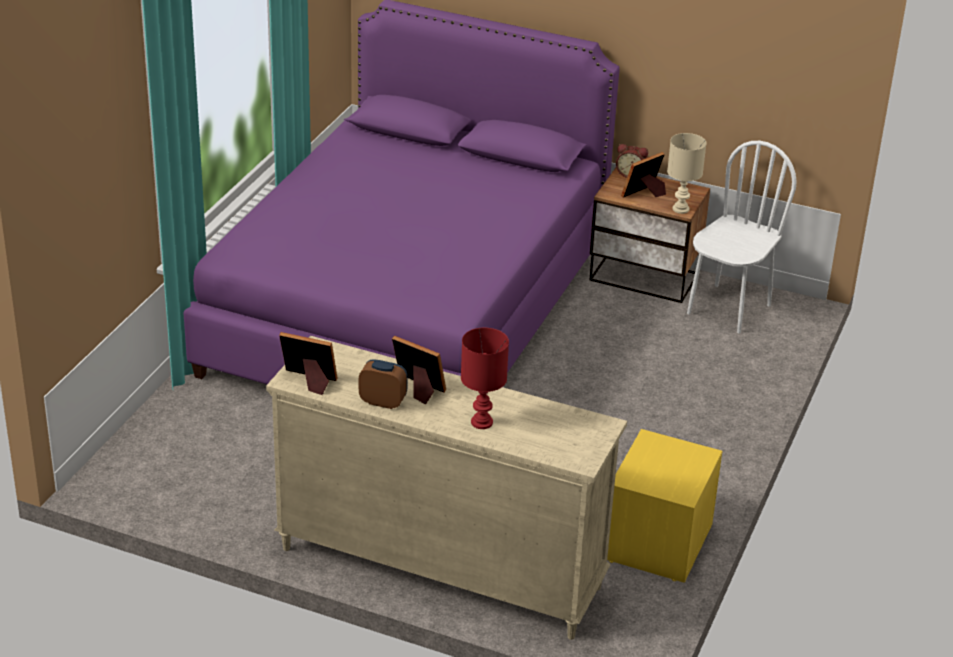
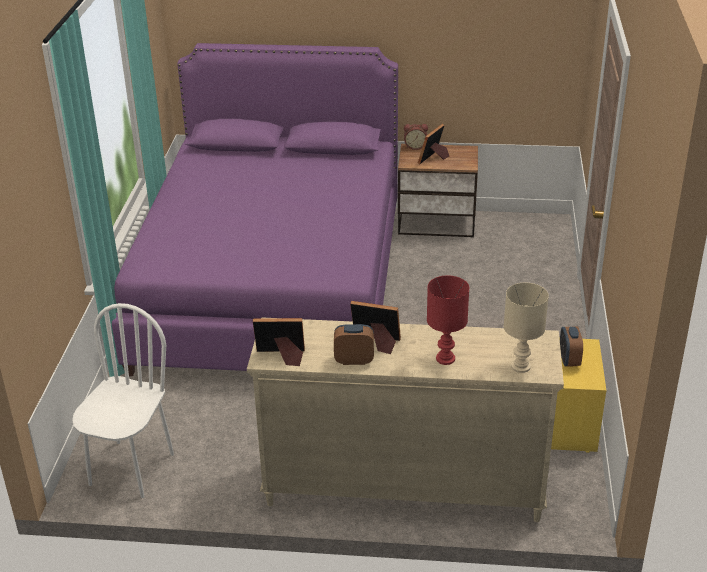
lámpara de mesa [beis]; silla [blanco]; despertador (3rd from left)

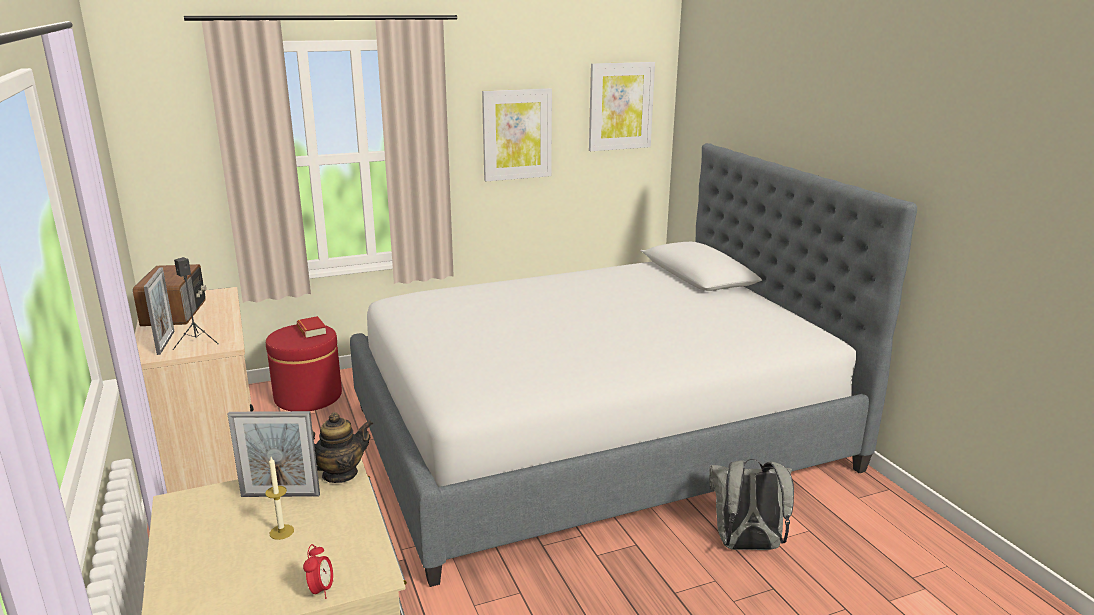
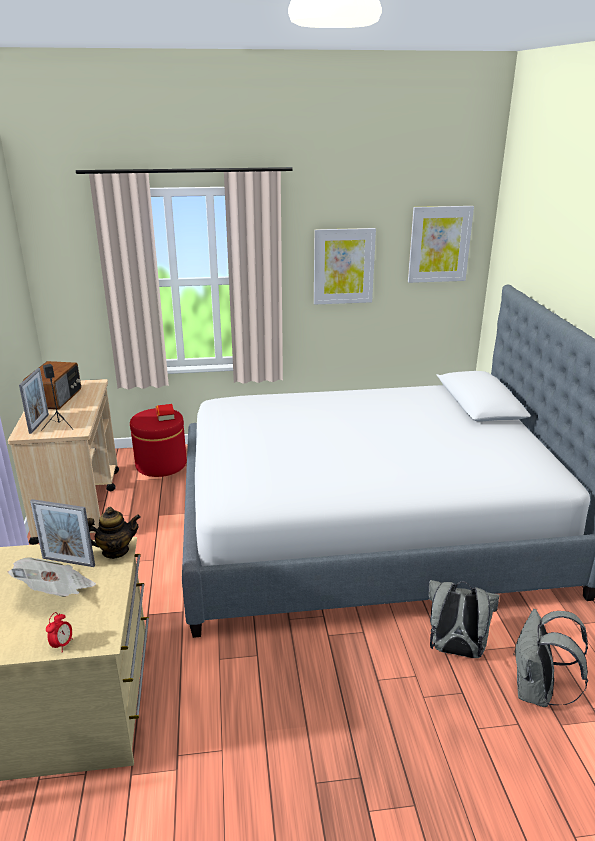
periódico; mochila [gris] (2nd from left)

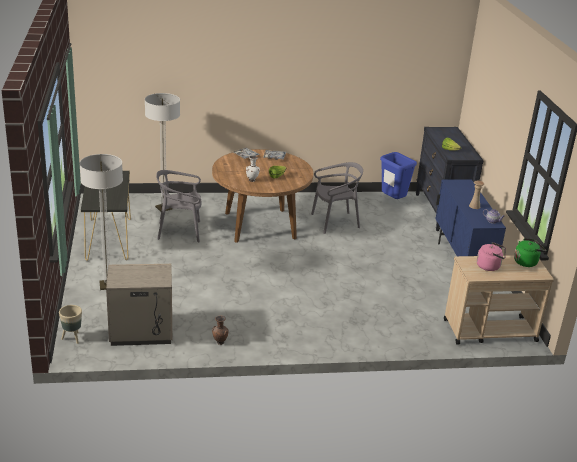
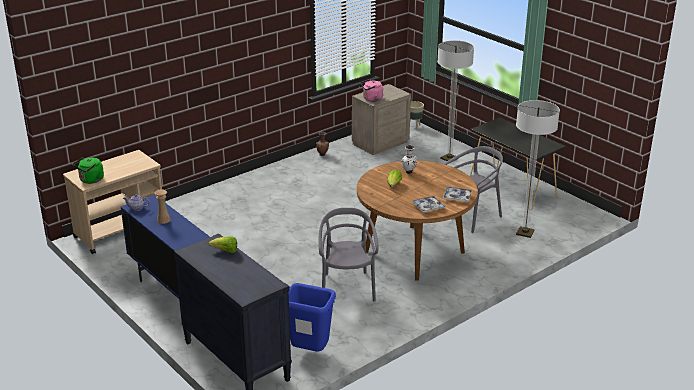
silla [gris] (1st from left); hervidor [rosa]

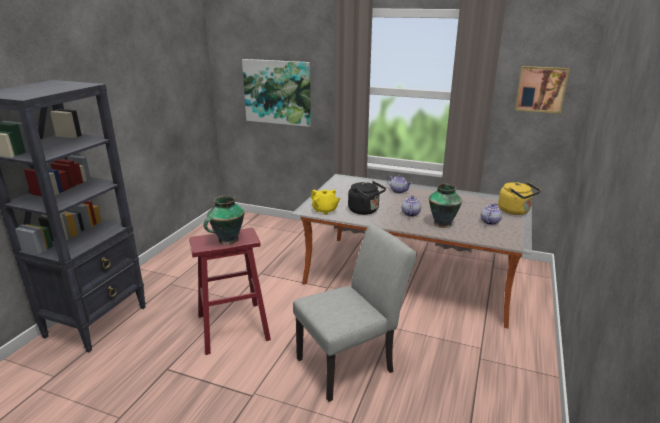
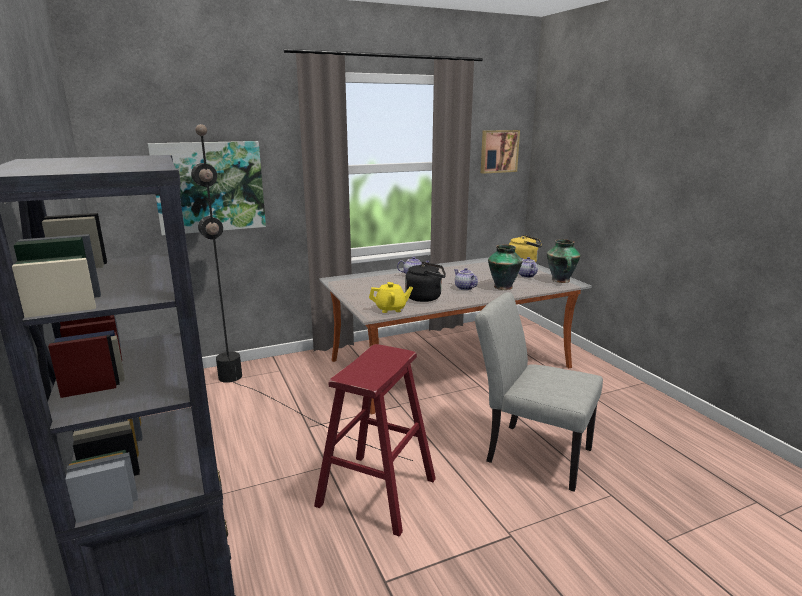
florero (2nd from left); silla [gris]; lámpara de pie [negro]

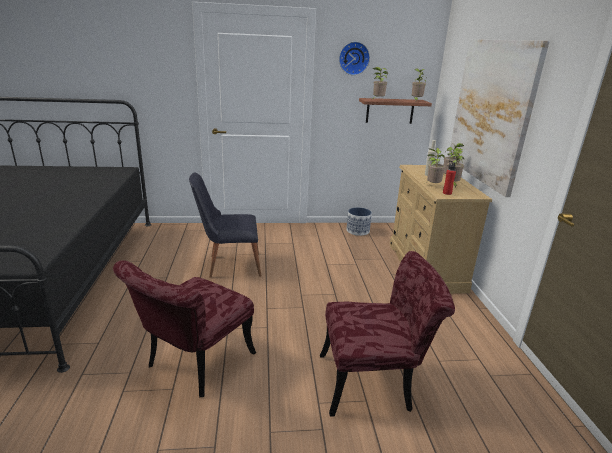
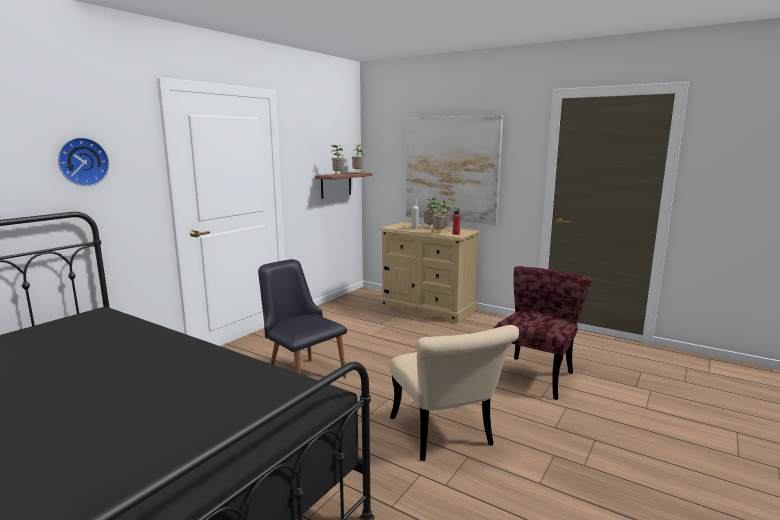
silla [beis]; silla [negro]; reloj de pared; maceta

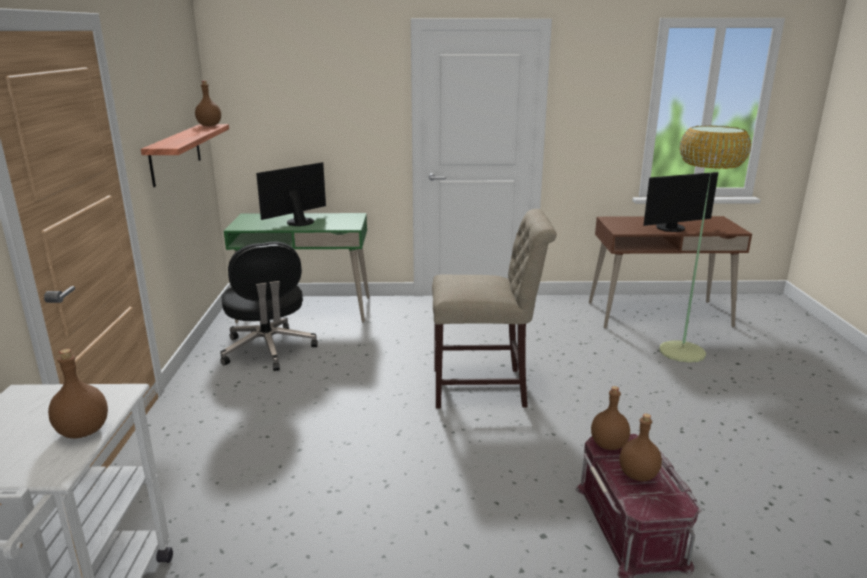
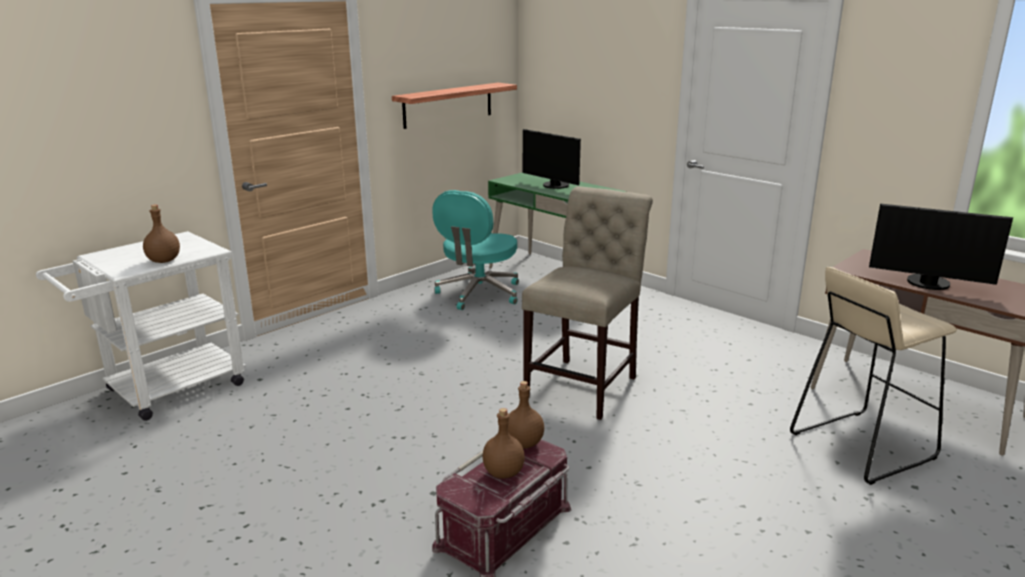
botella [marrón] (2nd from left in the first image); silla de oficina [turquesa]; monitor (1st from left); silla [beis]; taburete [beis]

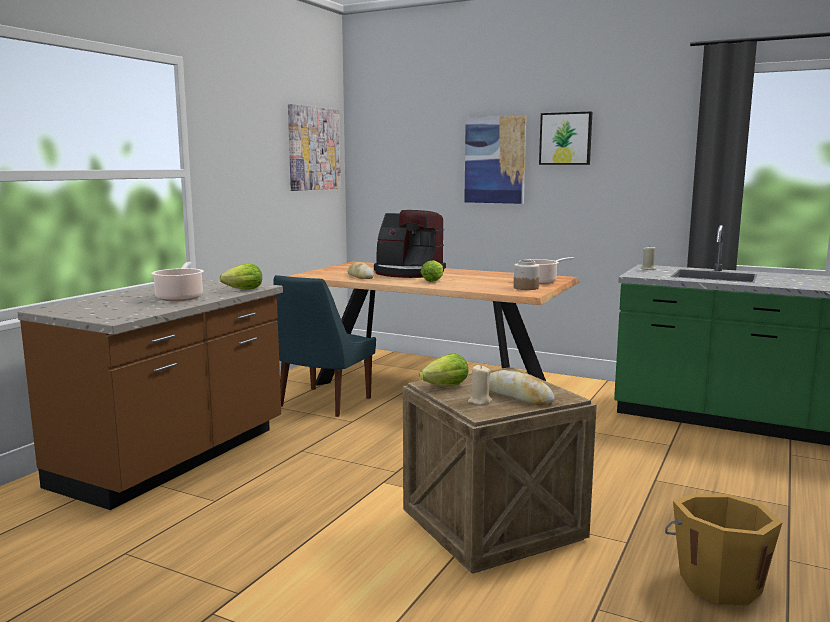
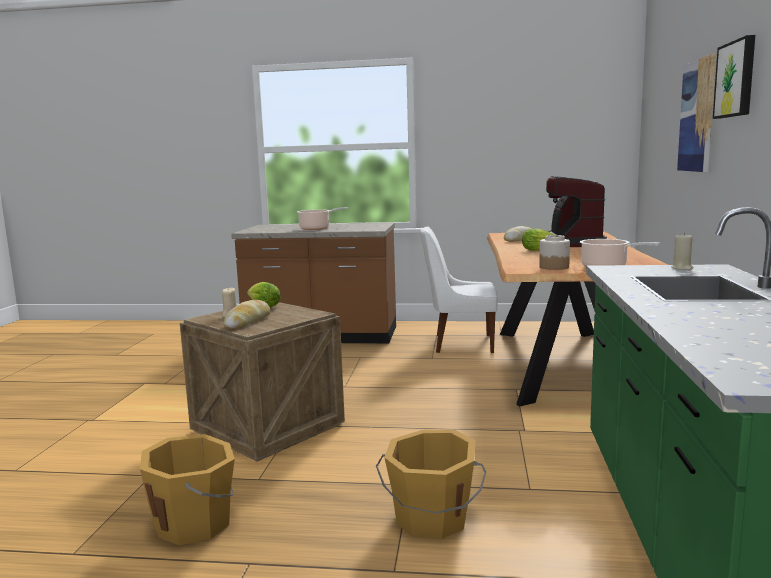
lechuga (1st from left in the first image); silla [blanco]; cuadro (1st from left in the first image); cubo [naranja] (2nd from left)

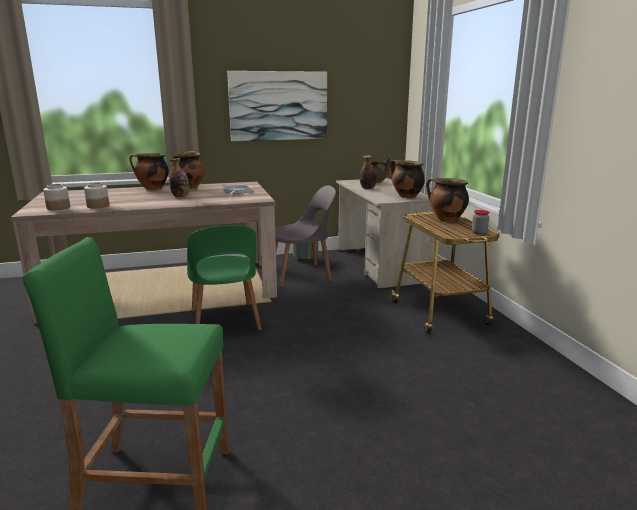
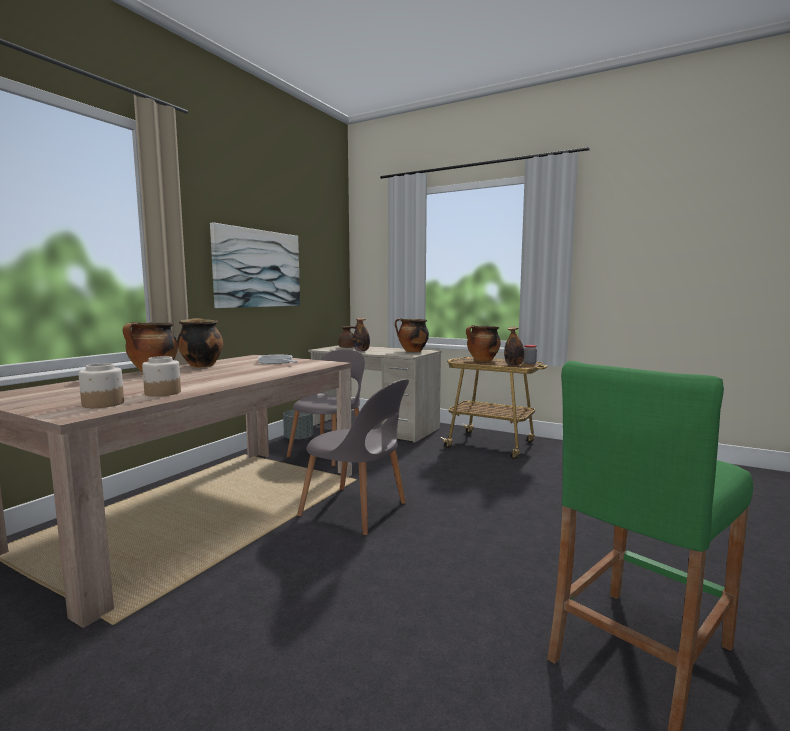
botella (2nd from left); silla [gris] (2nd from left)

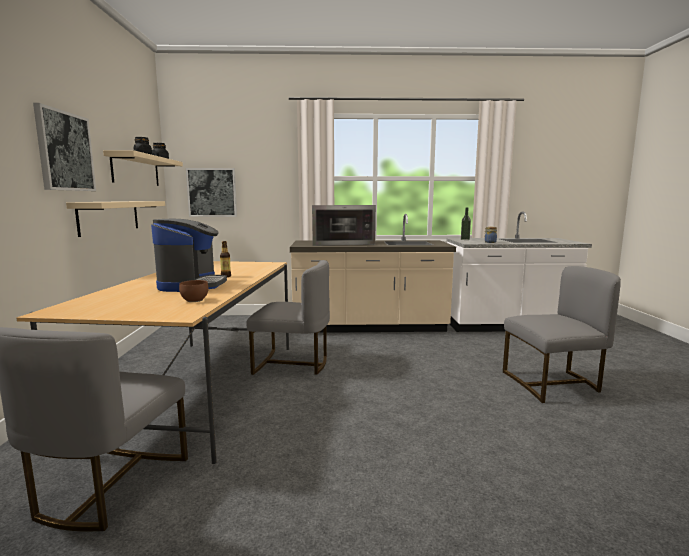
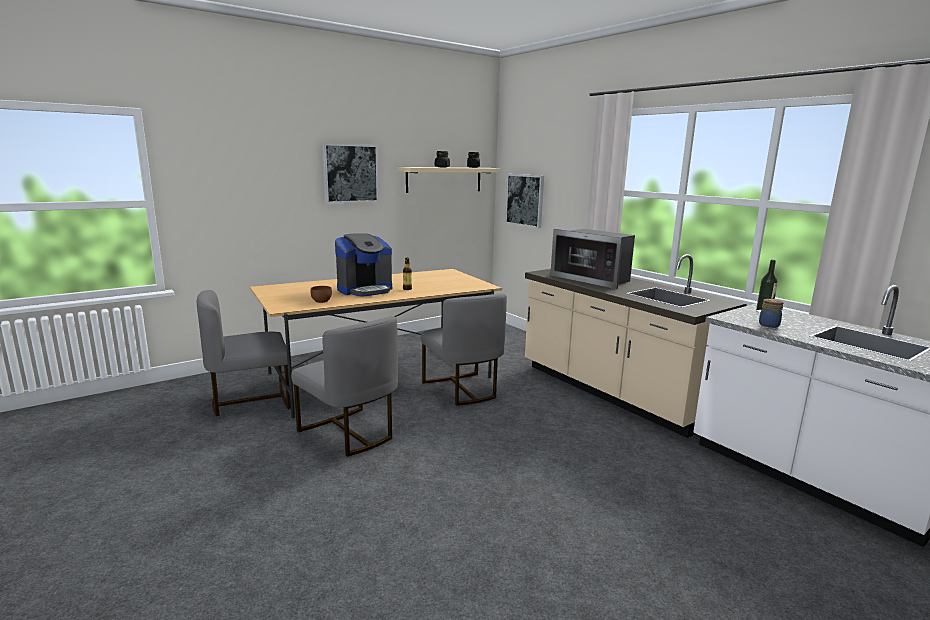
estante [beis] (1st from left in the first image); silla [gris] (2nd from left)

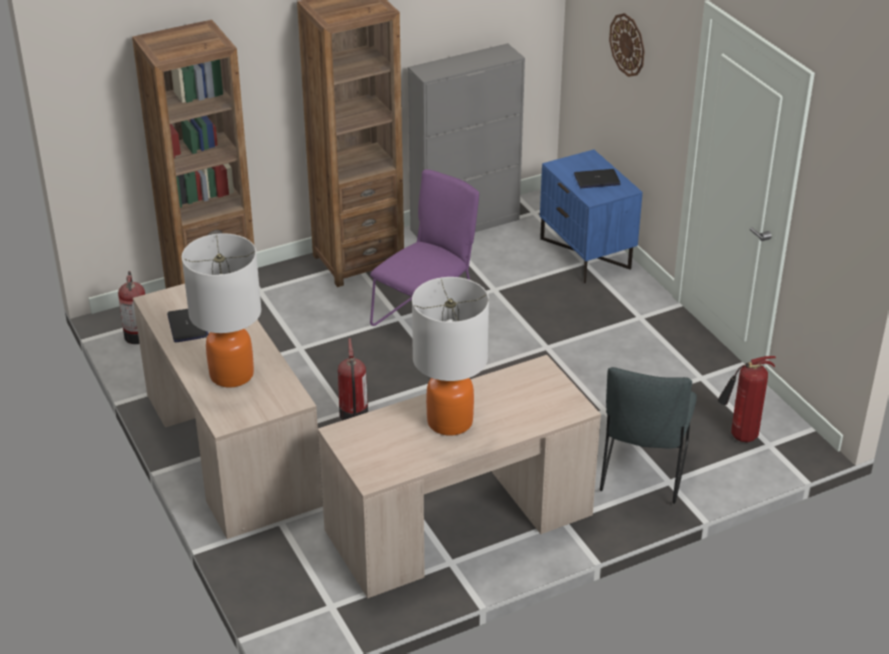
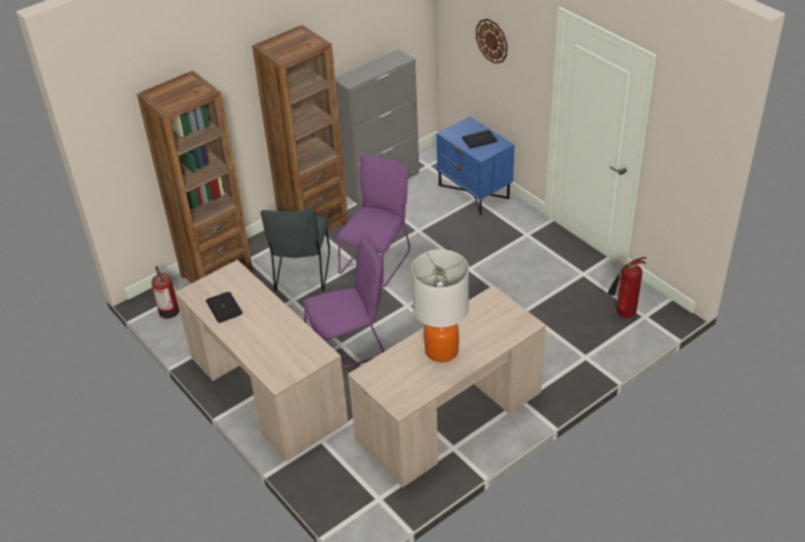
lámpara de mesa (1st from left in the first image); silla [morado] (1st from left); silla [gris]

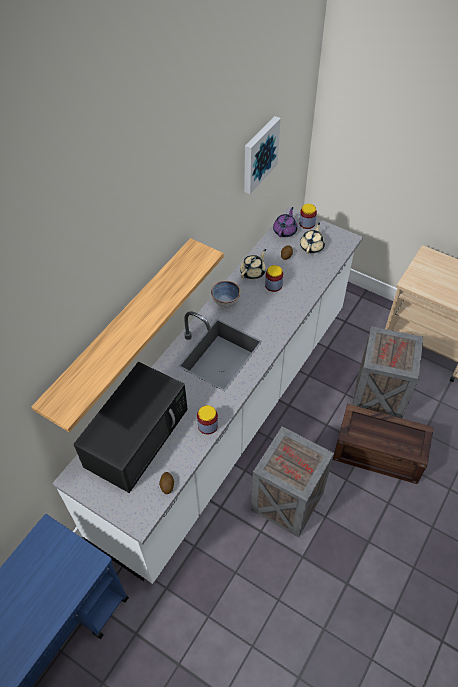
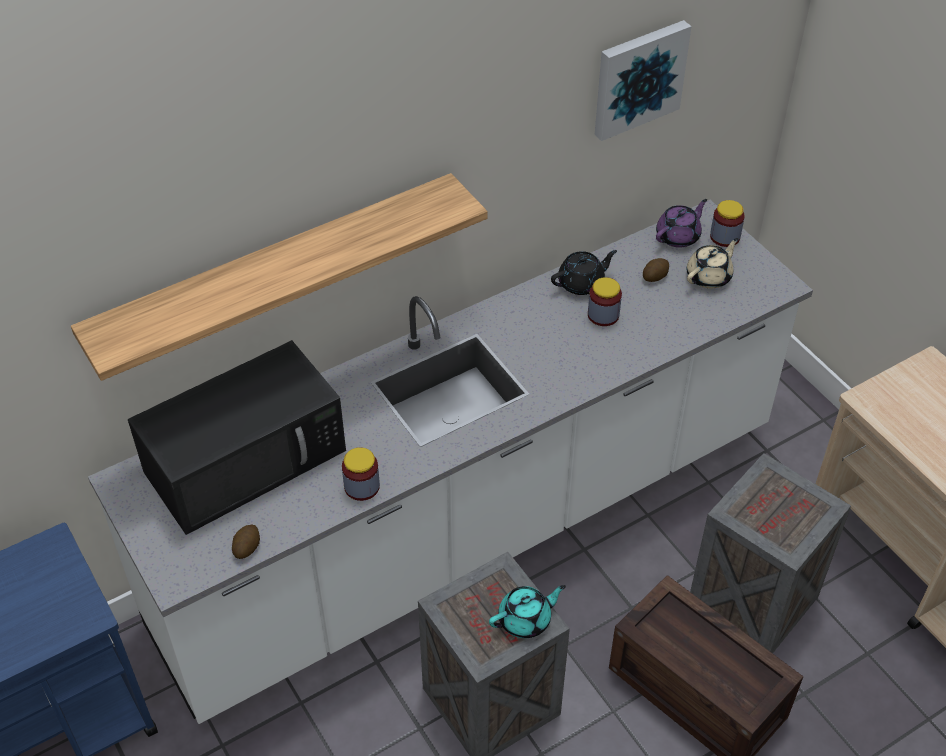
cuenco; tetera [negro]; tetera [turquesa]

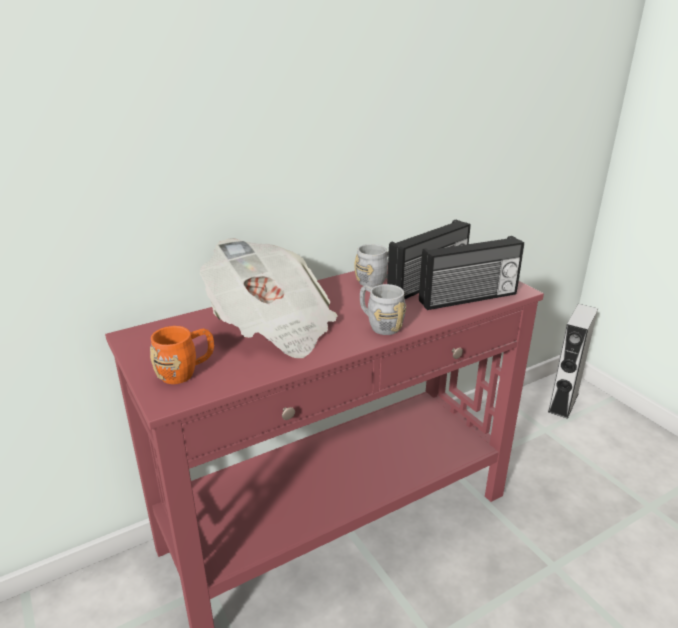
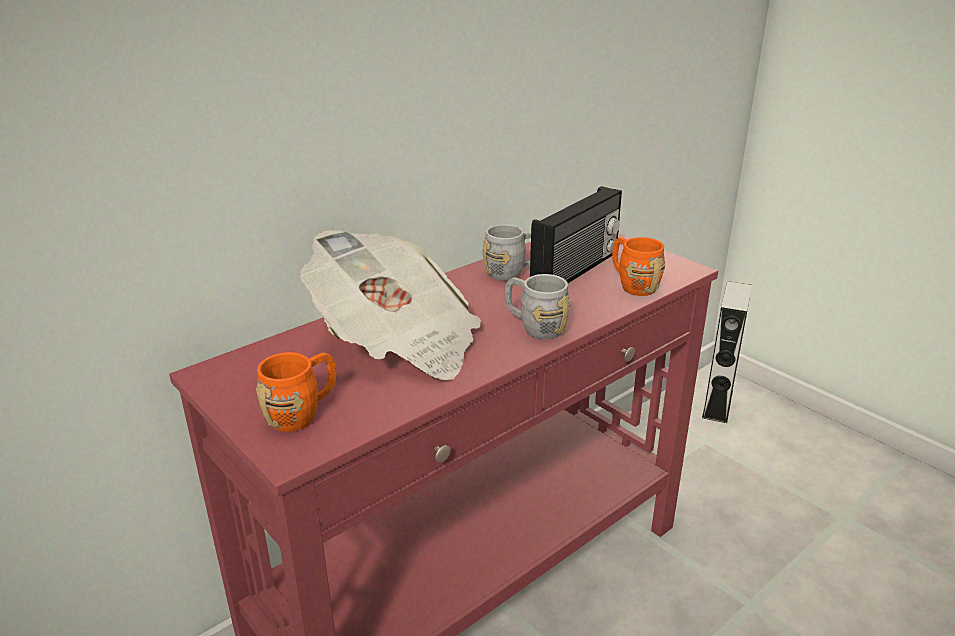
taza grande [naranja] (2nd from left)

